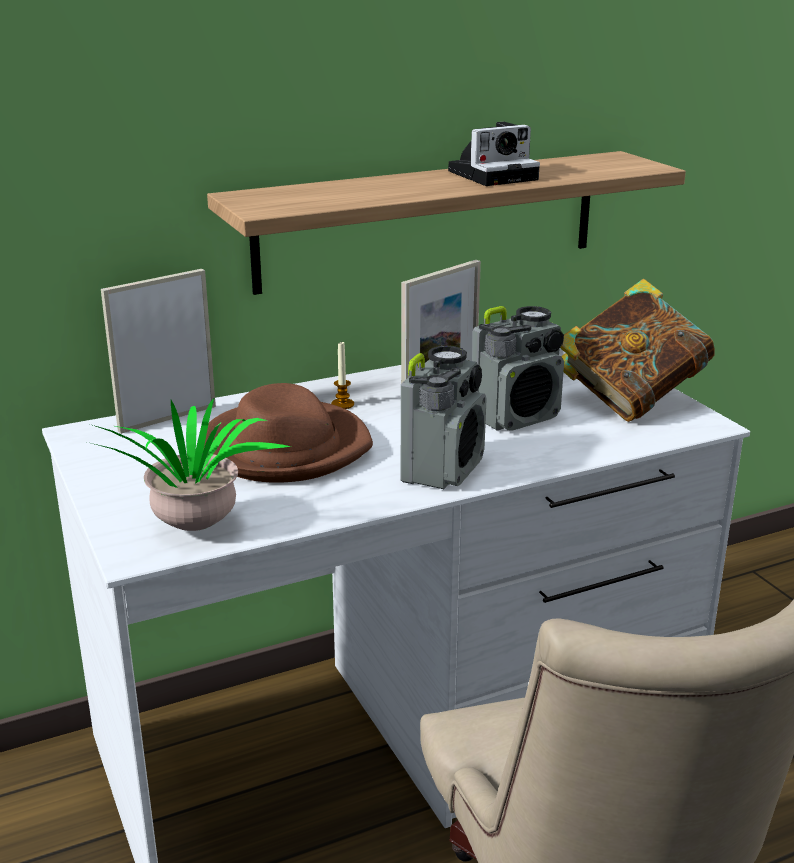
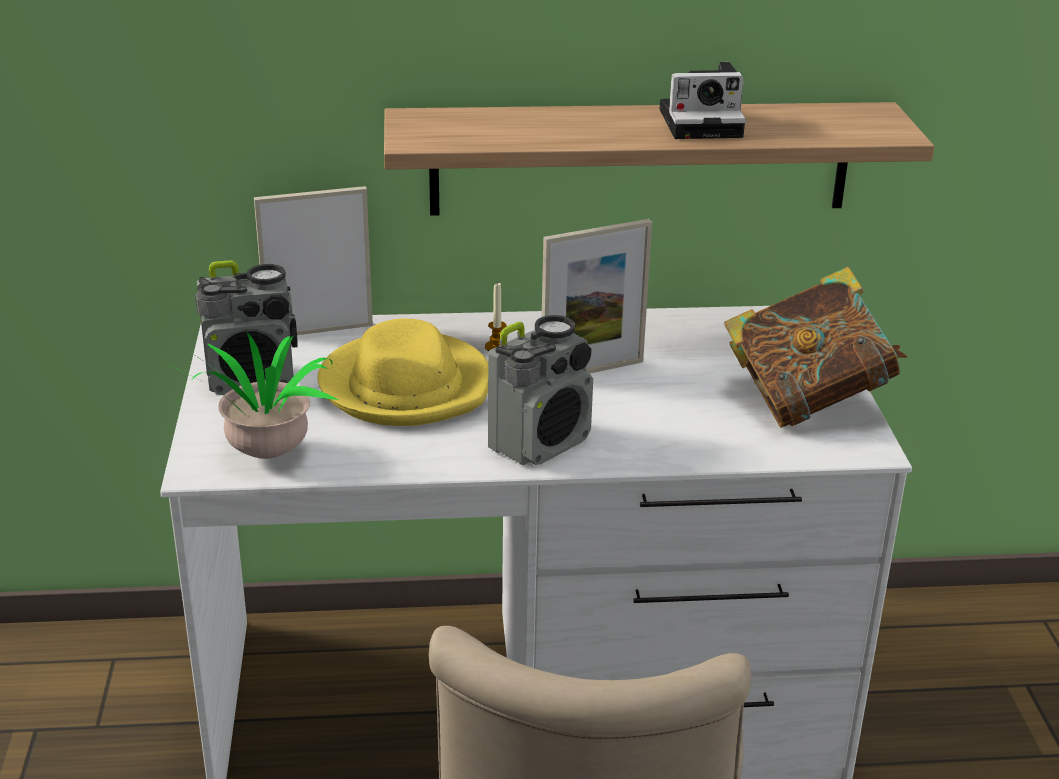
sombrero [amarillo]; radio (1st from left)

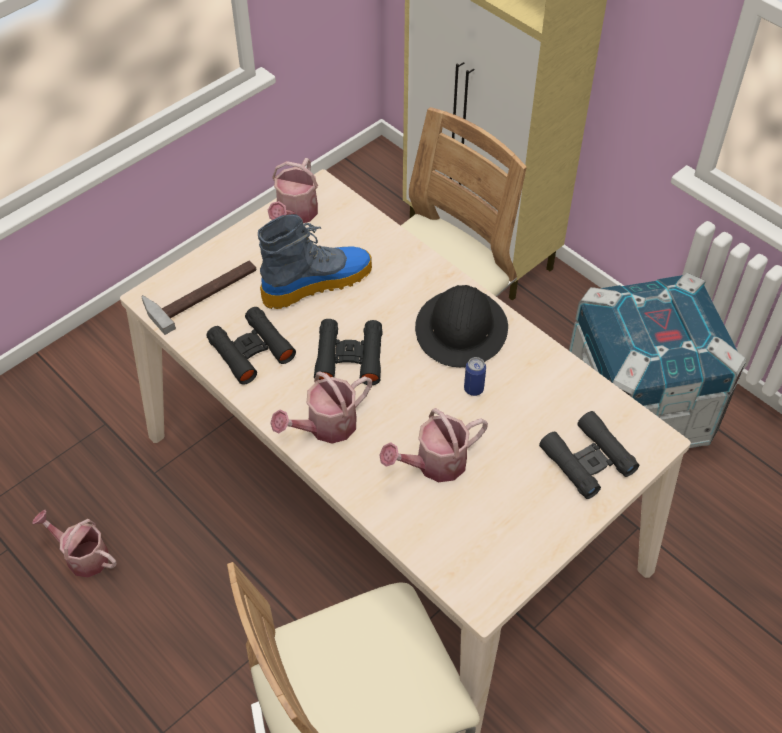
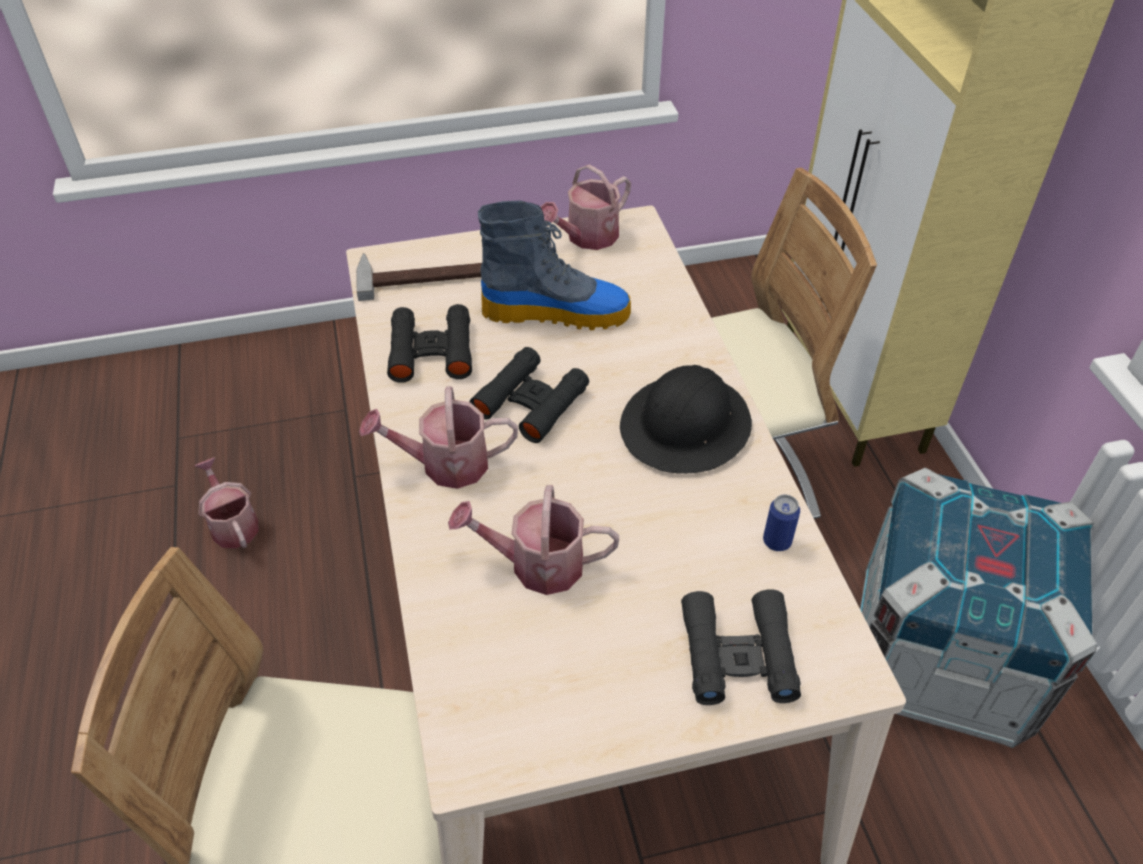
lata

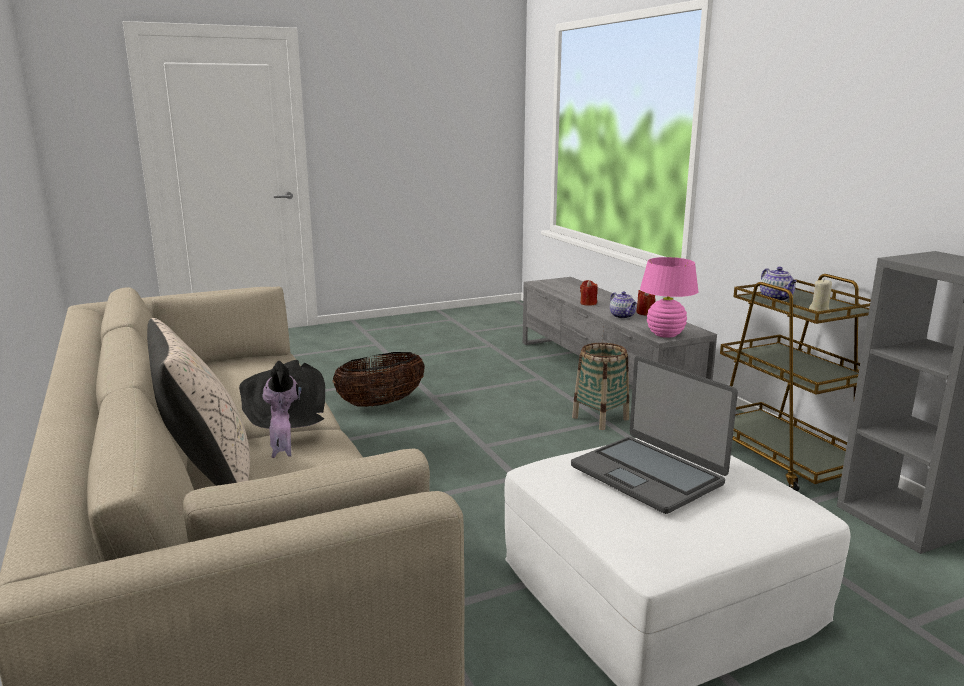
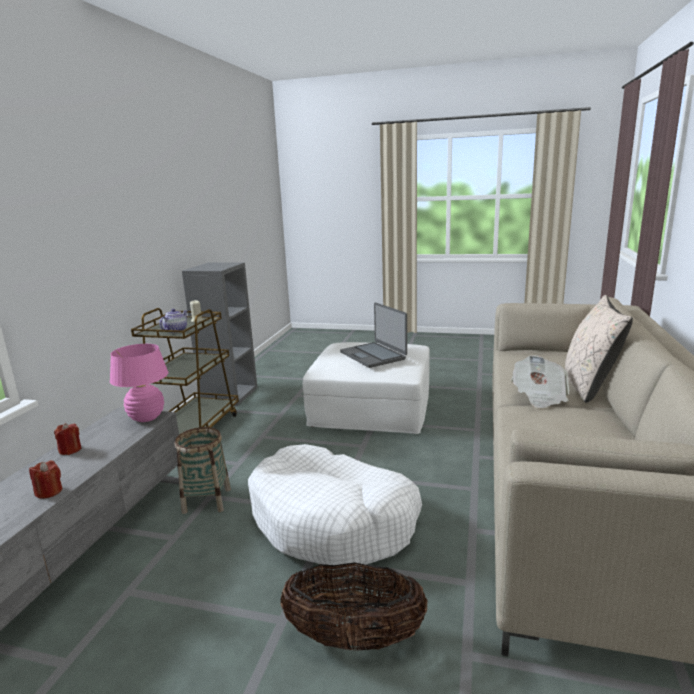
periódico; portátil; tetera (1st from left in the first image); cama para perro [blanco]

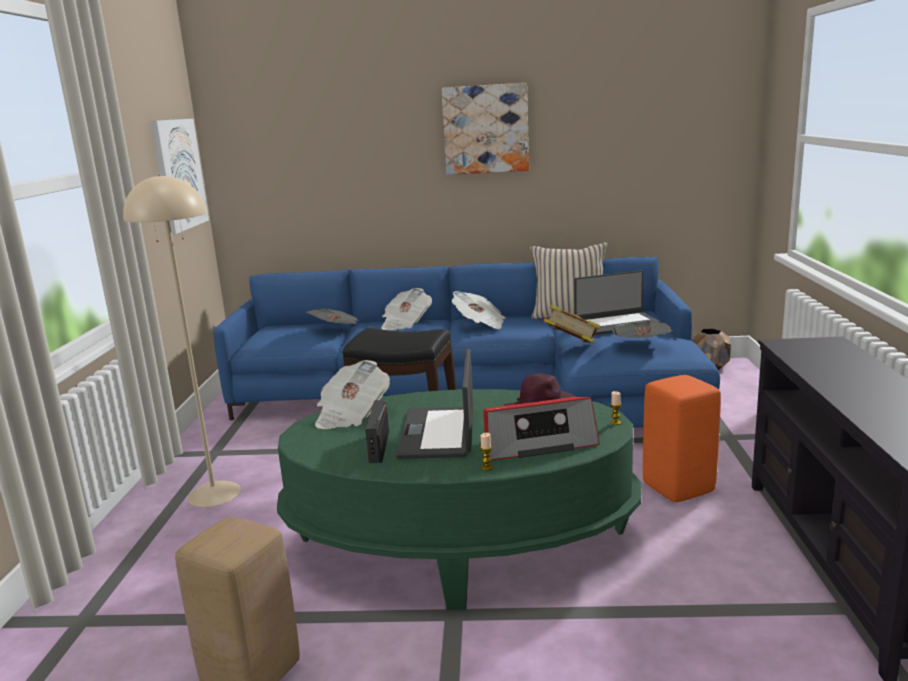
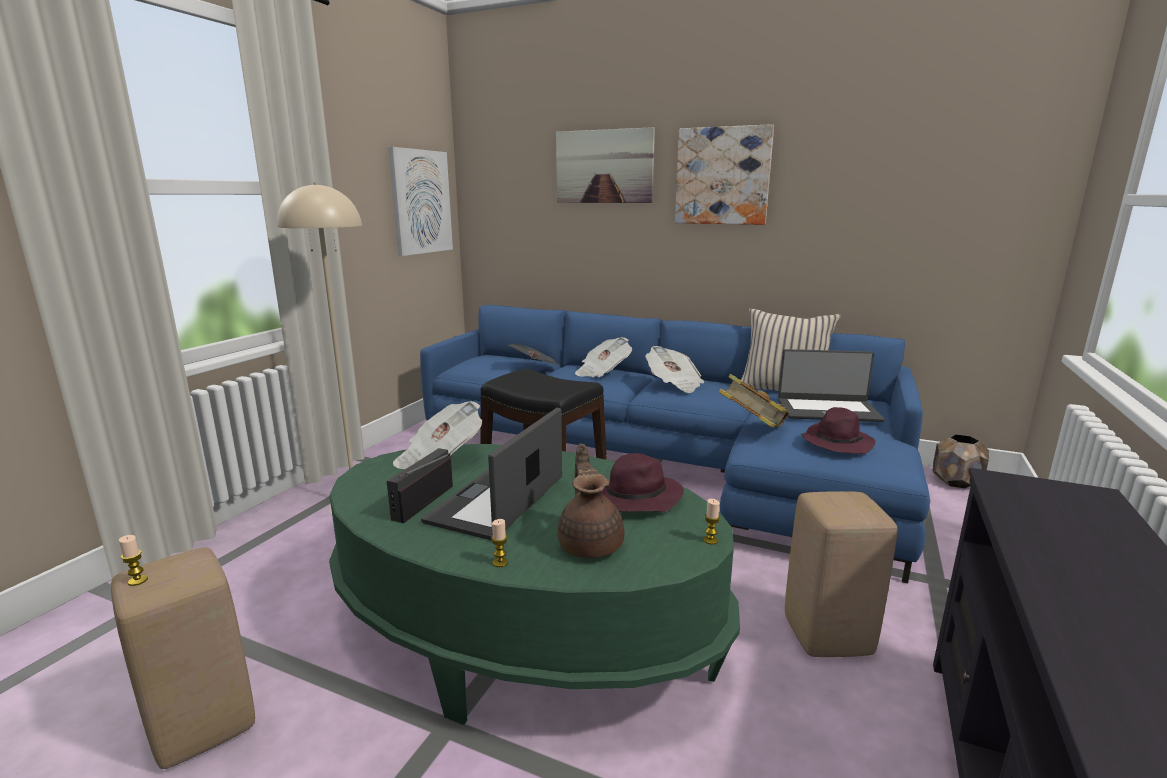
tetera [marrón]; sombrero [morado] (2nd from left); taburete [beis] (2nd from left); vela (1st from left); cuadro (2nd from left)

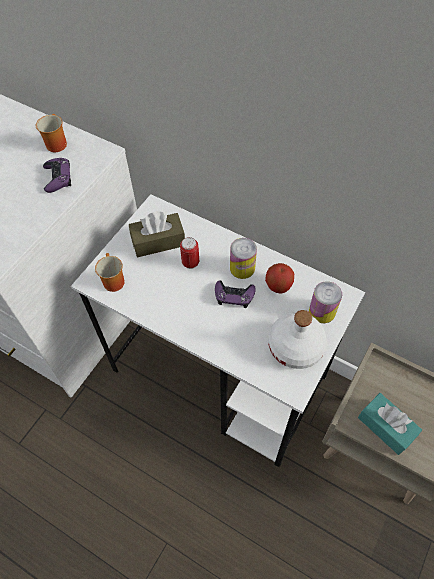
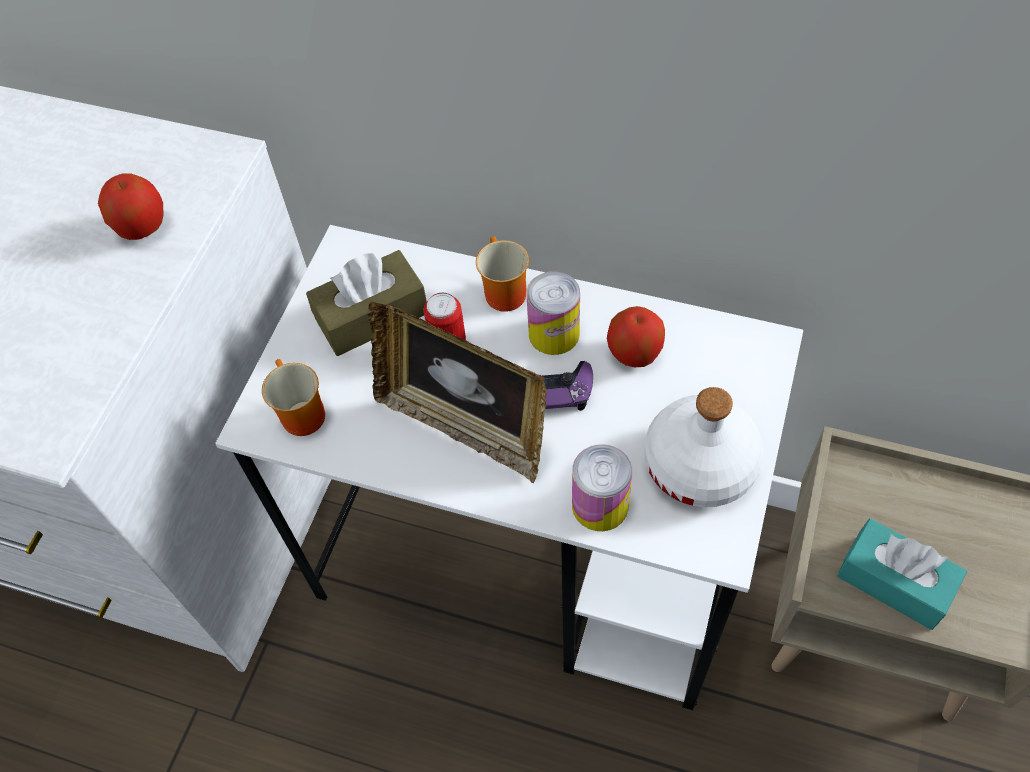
taza grande (2nd from left); manzana (1st from left); lata (3rd from left); portarretratos

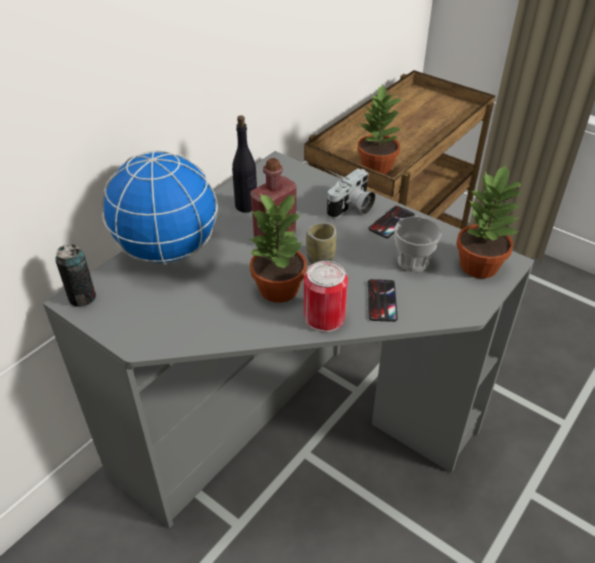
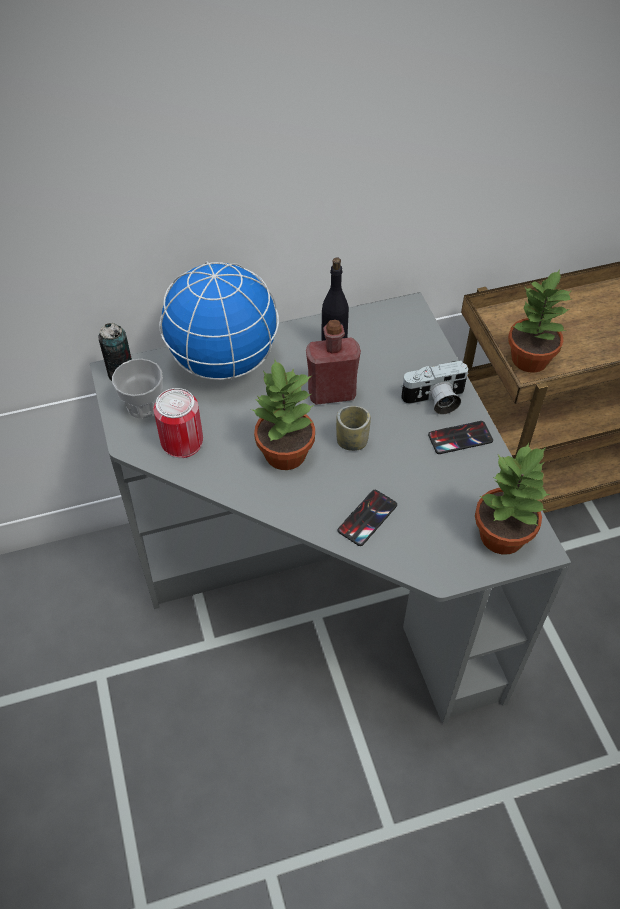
lata (2nd from left); taza (1st from left)

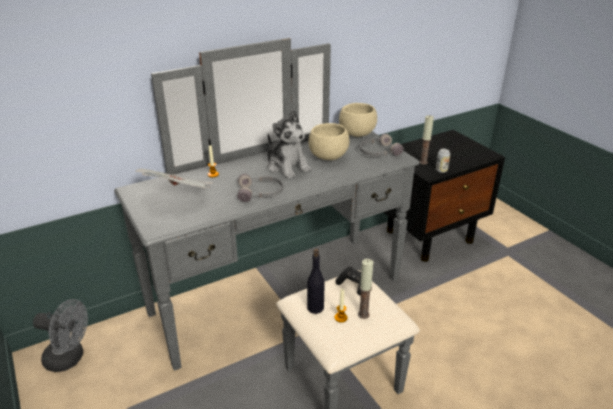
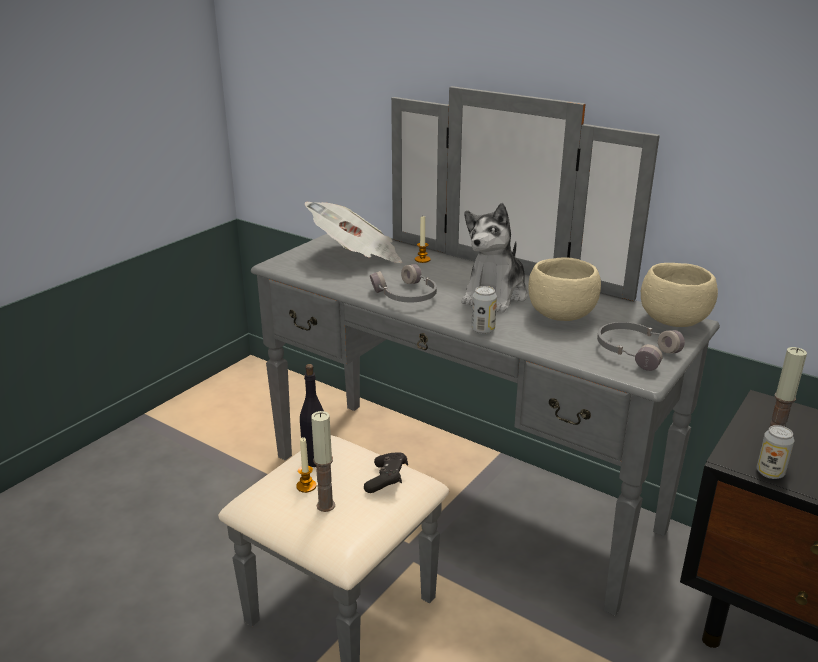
ventilador [gris]; lata (1st from left)

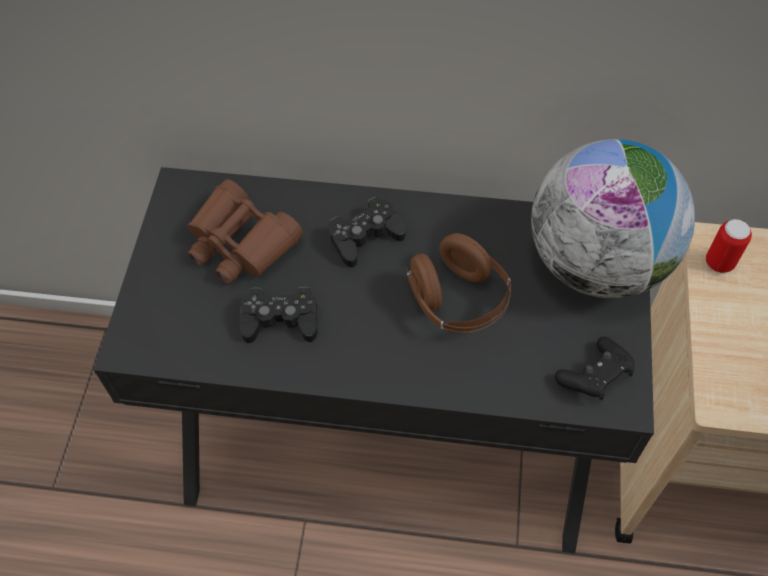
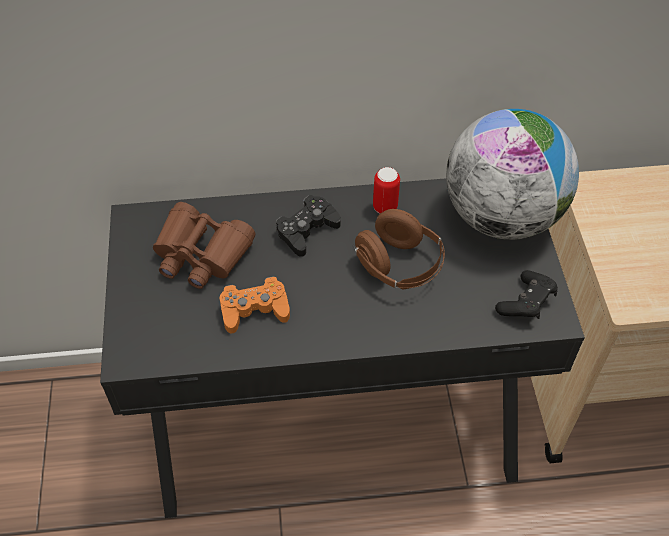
mando de consola [naranja]; lata

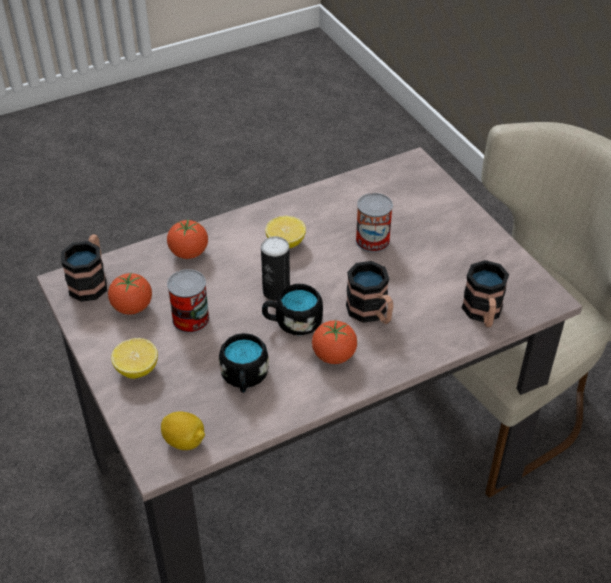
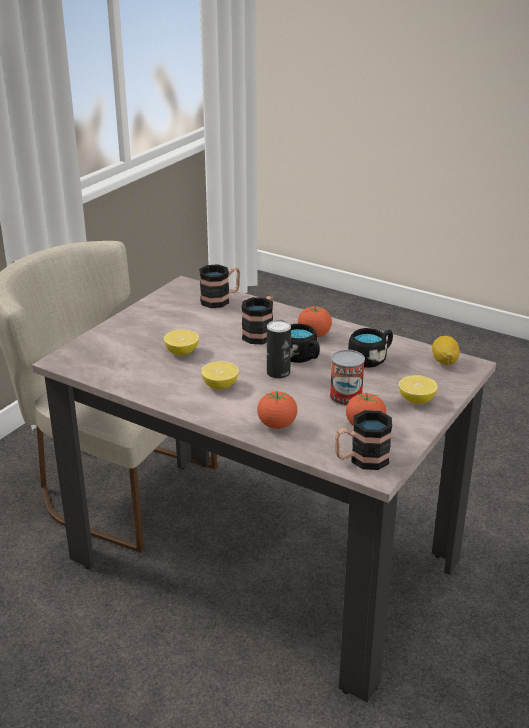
limón (1st from left)

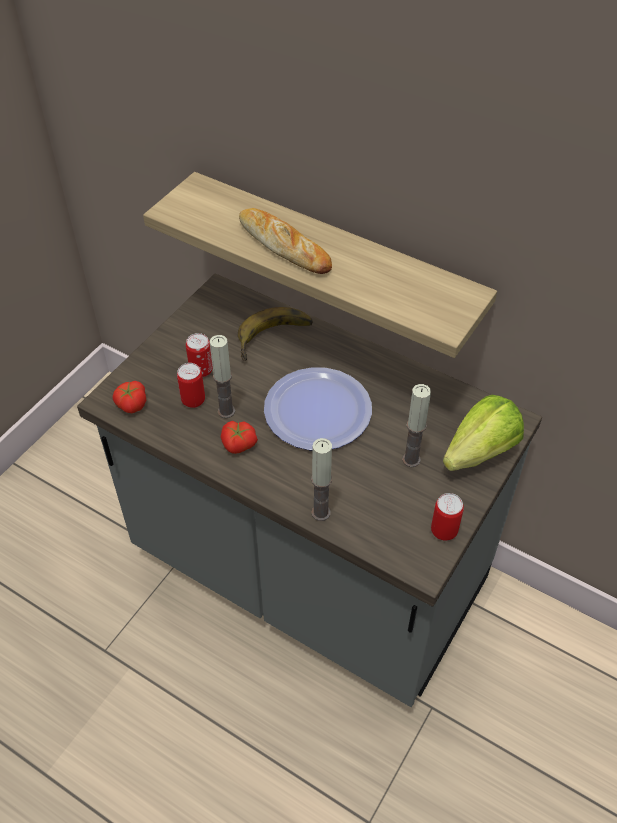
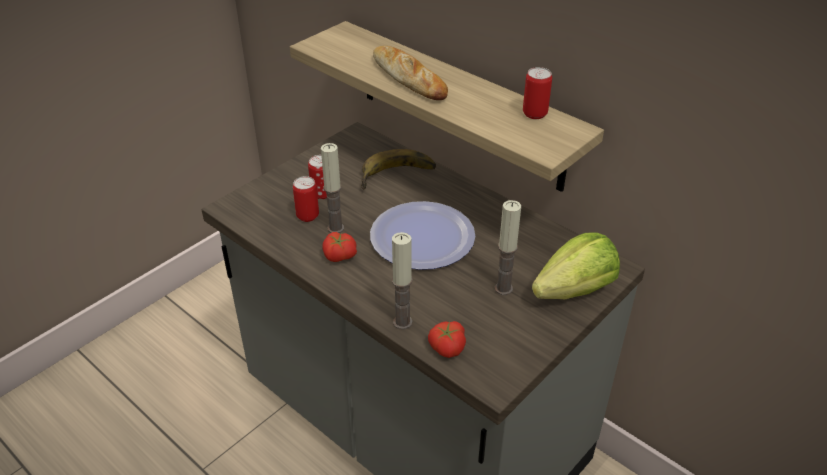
tomate (2nd from left); lata (3rd from left)

